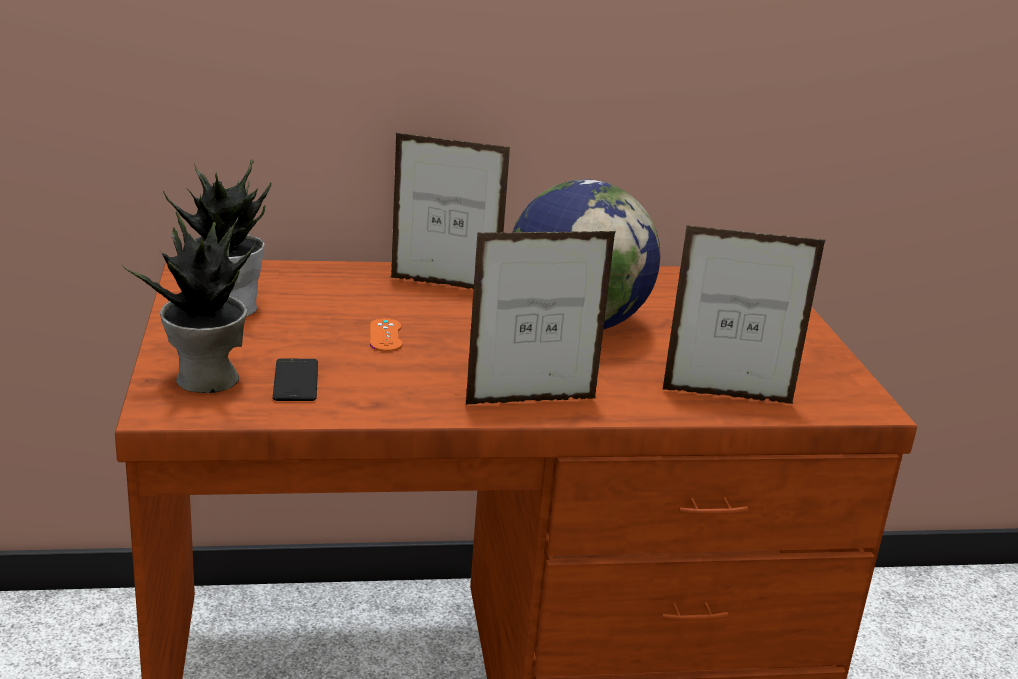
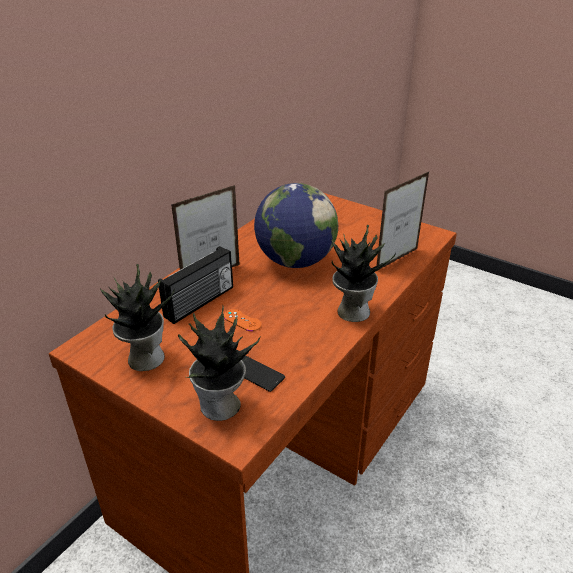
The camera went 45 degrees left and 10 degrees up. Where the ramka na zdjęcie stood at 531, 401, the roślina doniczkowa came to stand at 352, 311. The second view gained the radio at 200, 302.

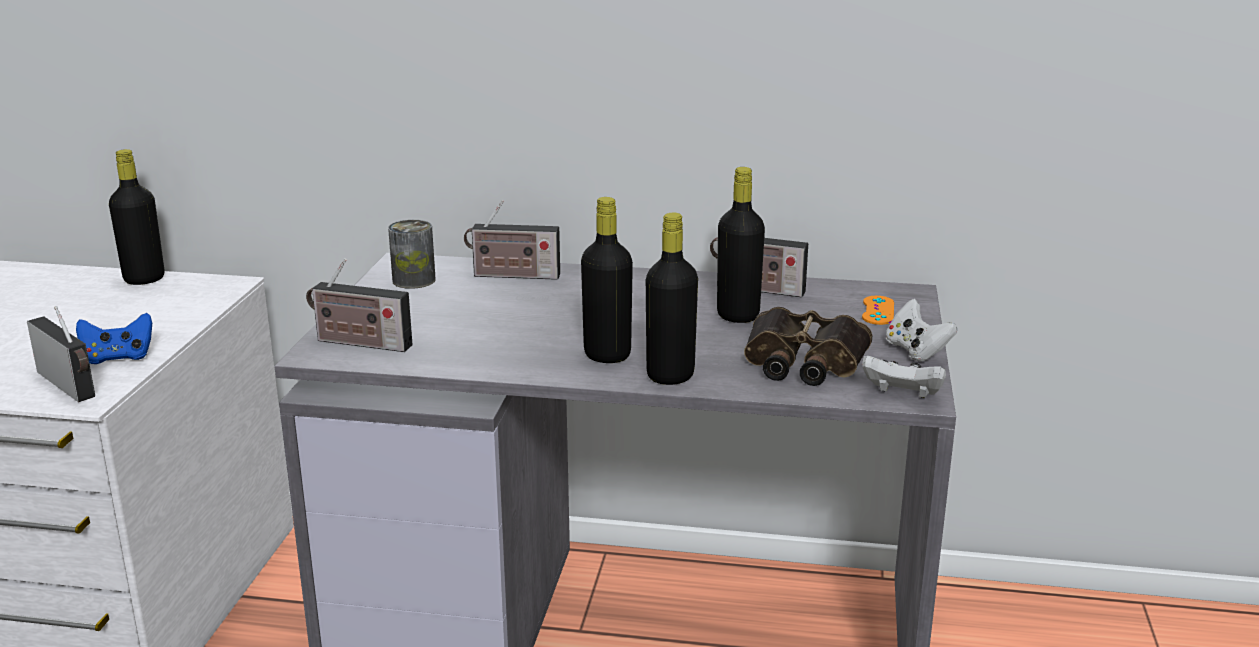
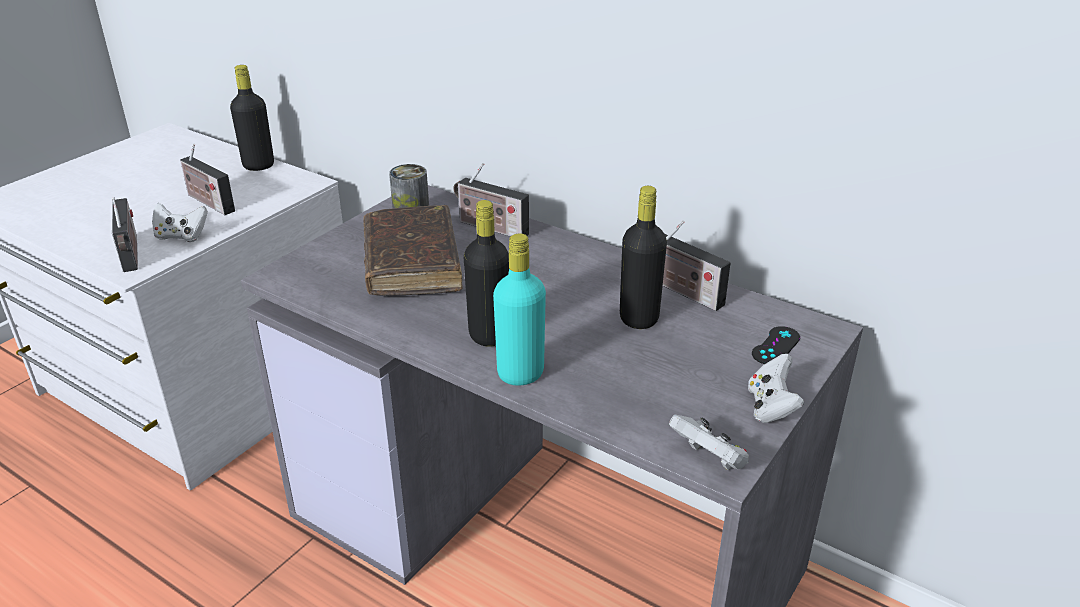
The camera went 25 degrees right and 10 degrees up. What was the butelka/czarny at 670, 375 turned into the butelka/turkusowy at 520, 374. The radio ended up elsewhere, having gone from 359, 343 to 208, 202. What was the pad do gier/pomarańczowy at 878, 311 turned into the pad do gier/czarny at 775, 346. The second view lost the lornetka at 802, 362. What was the pad do gier/niebieski at 118, 357 turned into the pad do gier/biały at 181, 236. The second view gained the książka/brązowy at 412, 263.

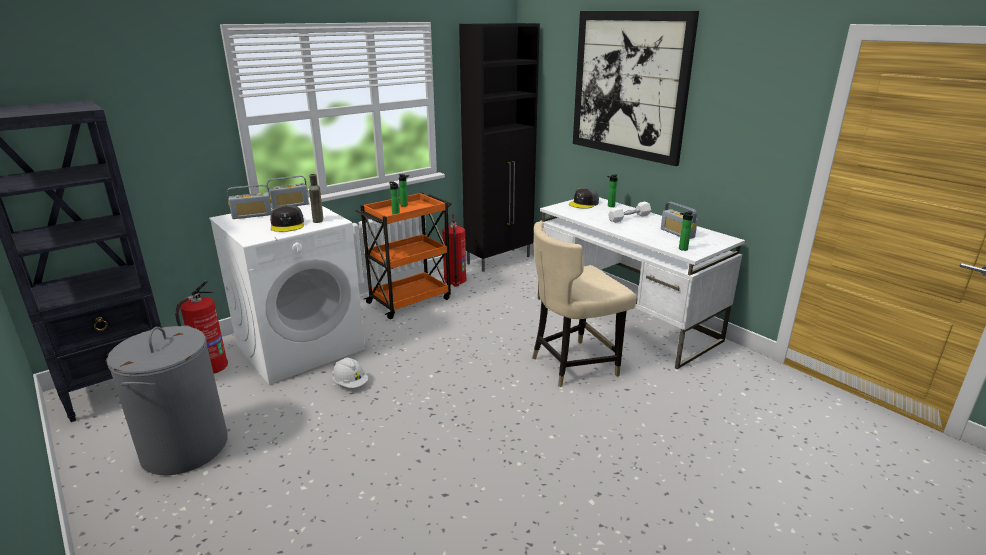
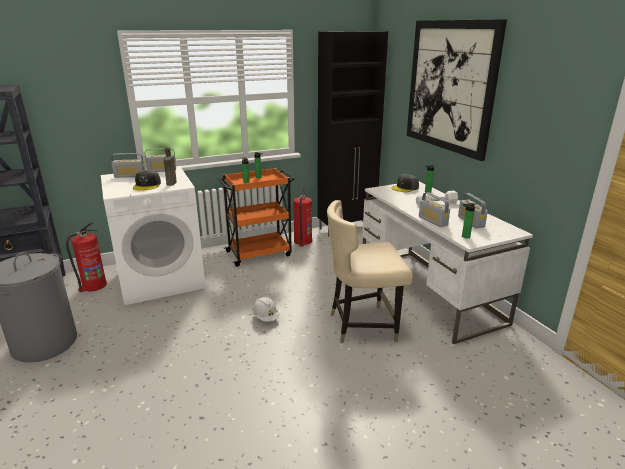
The camera went 15 degrees right and 0 degrees up. The kask/biały ended up elsewhere, having gone from 350, 383 to 266, 317. The second view gained the radio at 433, 221.

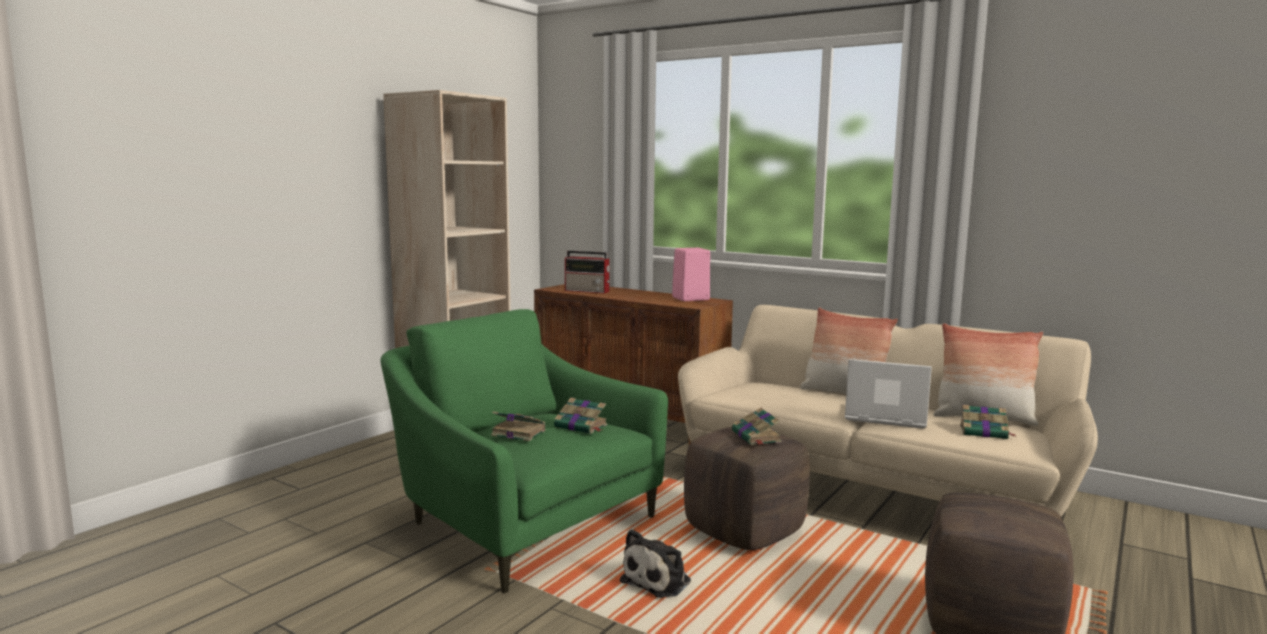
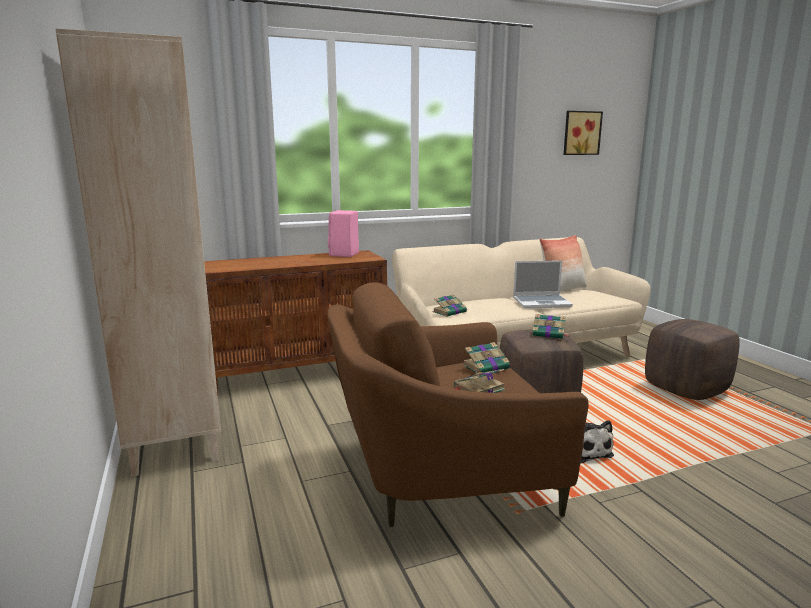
The camera went 55 degrees left and 5 degrees up. The second view lost the radio at 588, 291. The second view lost the poduszka at 843, 394. What was the fotel/zielony at 521, 522 turned into the fotel/brązowy at 441, 473. The laptop at 884, 416 ended up facing another way, 150 degrees counterclockwise from before. The książka ended up elsewhere, having gone from 985, 432 to 450, 312. The second view gained the obraz at 581, 133.

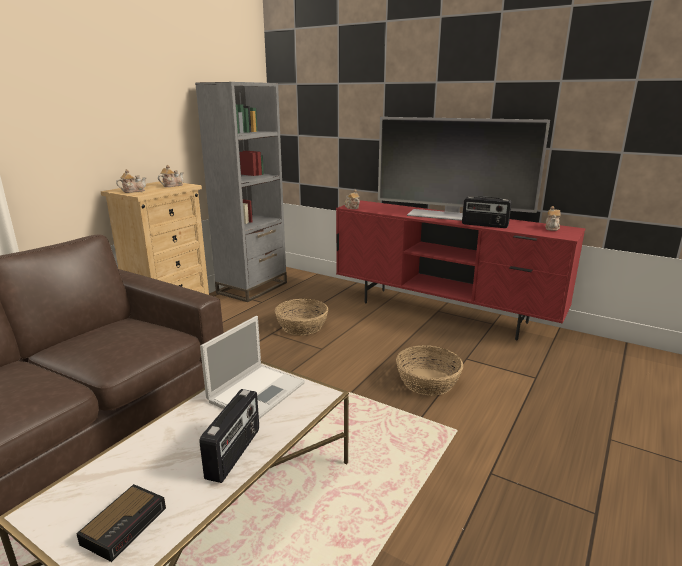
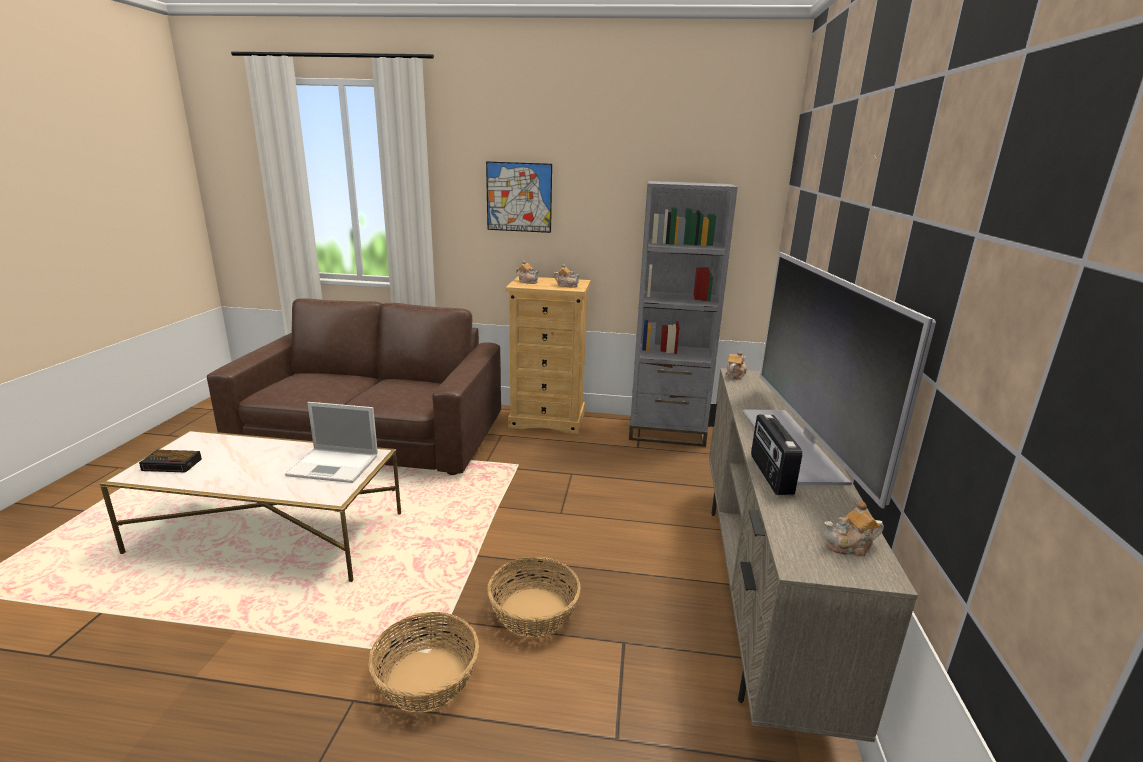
The camera went 65 degrees right and 0 degrees up. What was the szafka pod telewizor/czerwony at 443, 313 turned into the szafka pod telewizor/beżowy at 759, 595. The koszyk ended up elsewhere, having gone from 302, 326 to 427, 679. The second view lost the radio at 235, 453. The second view gained the obraz at 519, 197.

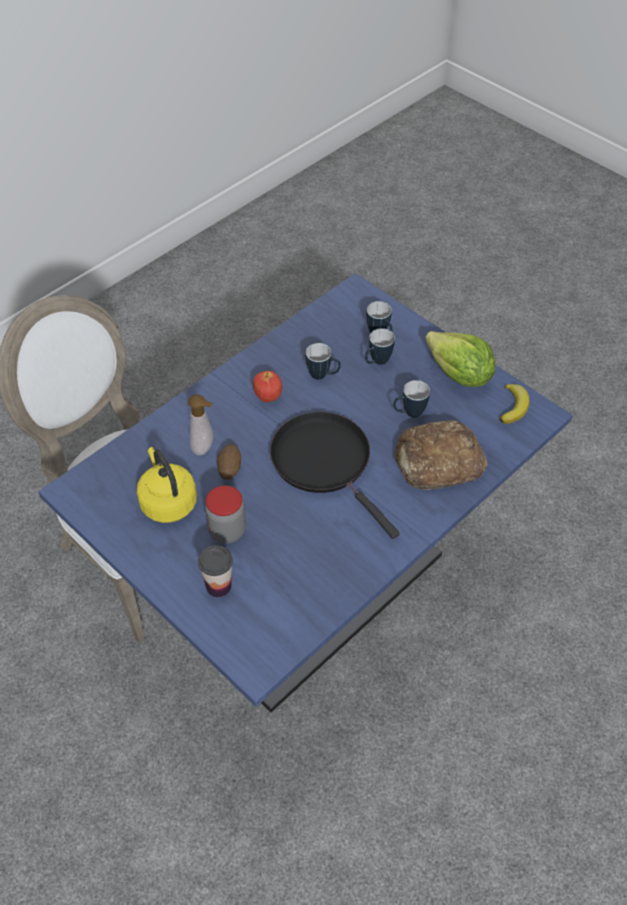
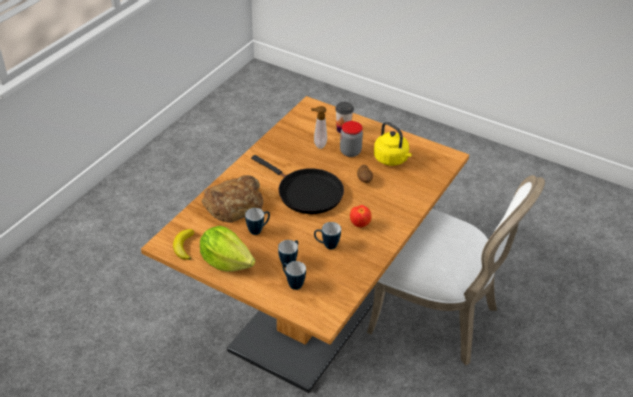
The camera went 165 degrees right and 10 degrees down. What was the stół jadalny/niebieski at 313, 589 turned into the stół jadalny/brązowy at 313, 313. The dozownik mydła ended up elsewhere, having gone from 205, 448 to 318, 145.

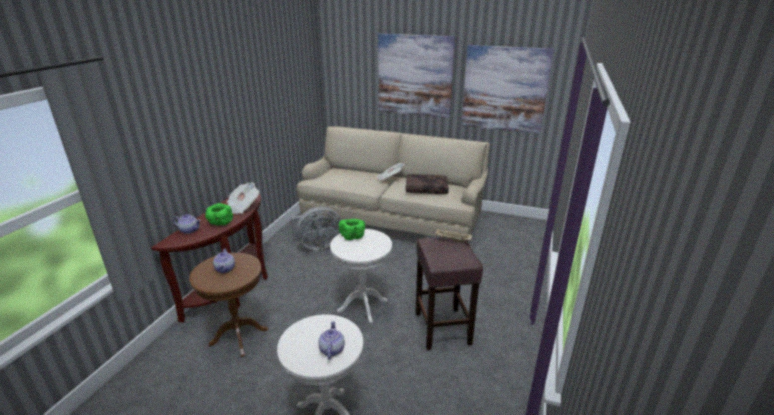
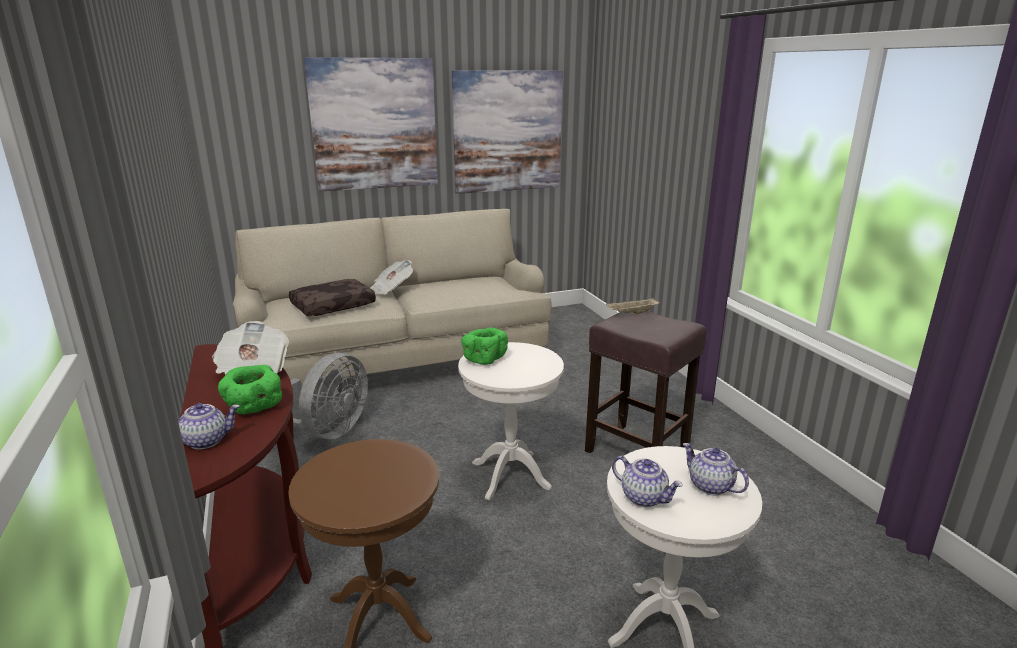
The camera went 40 degrees left and 5 degrees down. The poduszka/brązowy ended up elsewhere, having gone from 427, 189 to 333, 306. The imbryk ended up elsewhere, having gone from 225, 269 to 644, 497.

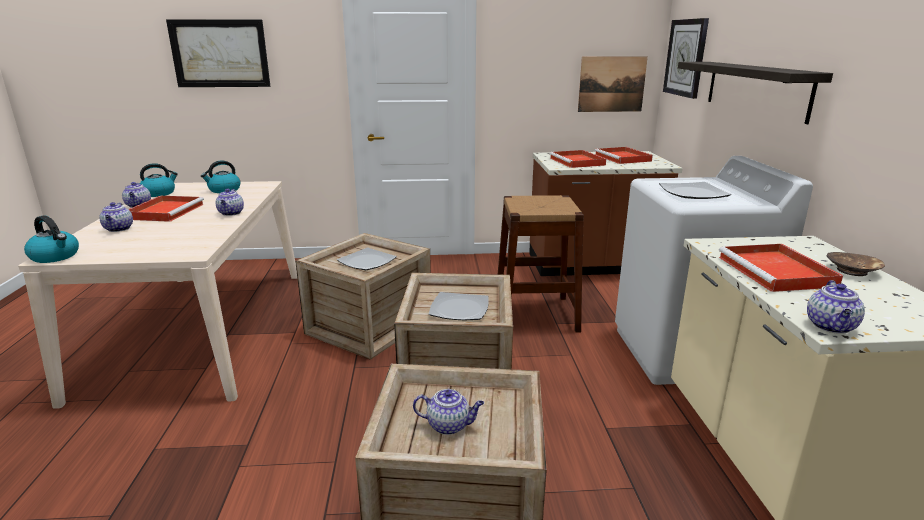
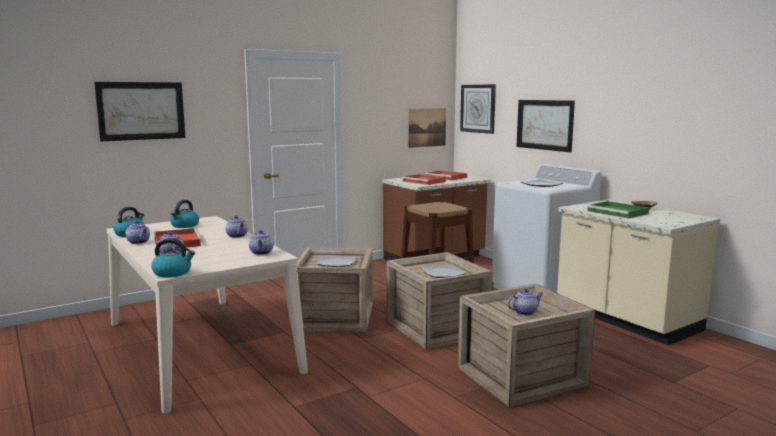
The camera went 30 degrees left and 10 degrees down. Where the półka hung at 755, 89, the obraz came to hang at 545, 125. What was the taca/czerwony at 777, 272 turned into the taca/zielony at 618, 212. The imbryk ended up elsewhere, having gone from 831, 327 to 261, 253.

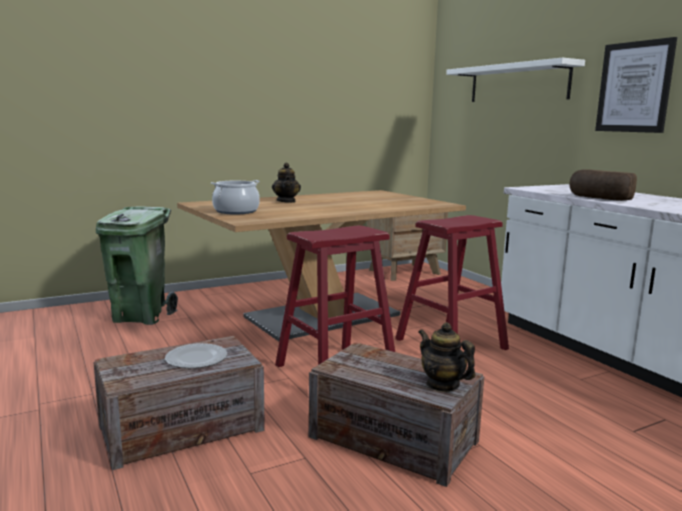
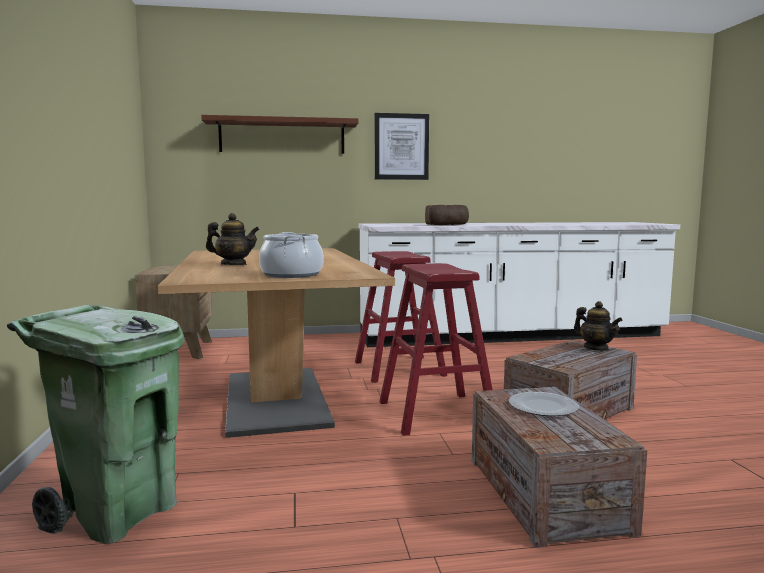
The camera went 70 degrees left and 5 degrees down. What was the półka/biały at 517, 83 turned into the półka/brązowy at 282, 136. The imbryk at 442, 385 ended up facing another way, 105 degrees counterclockwise from before.

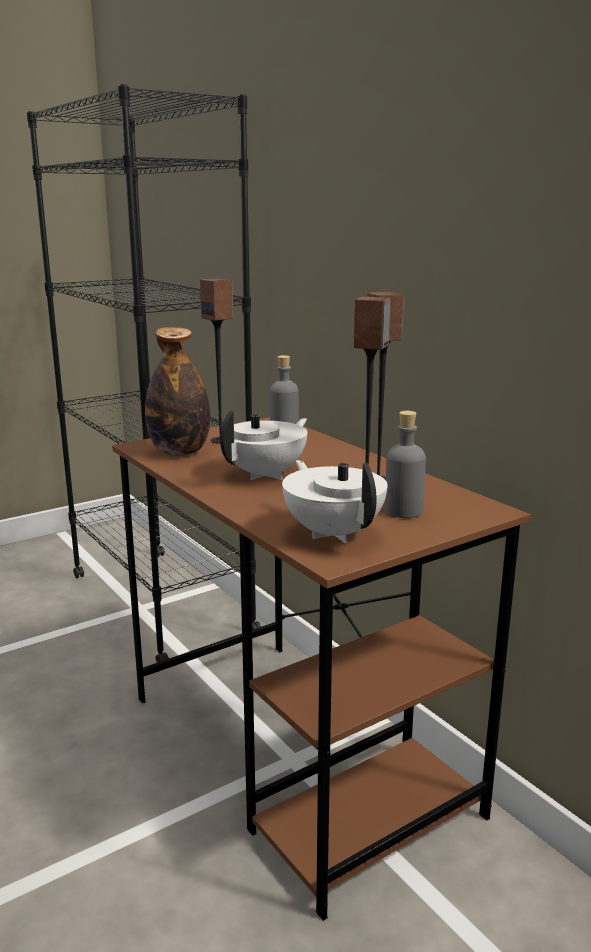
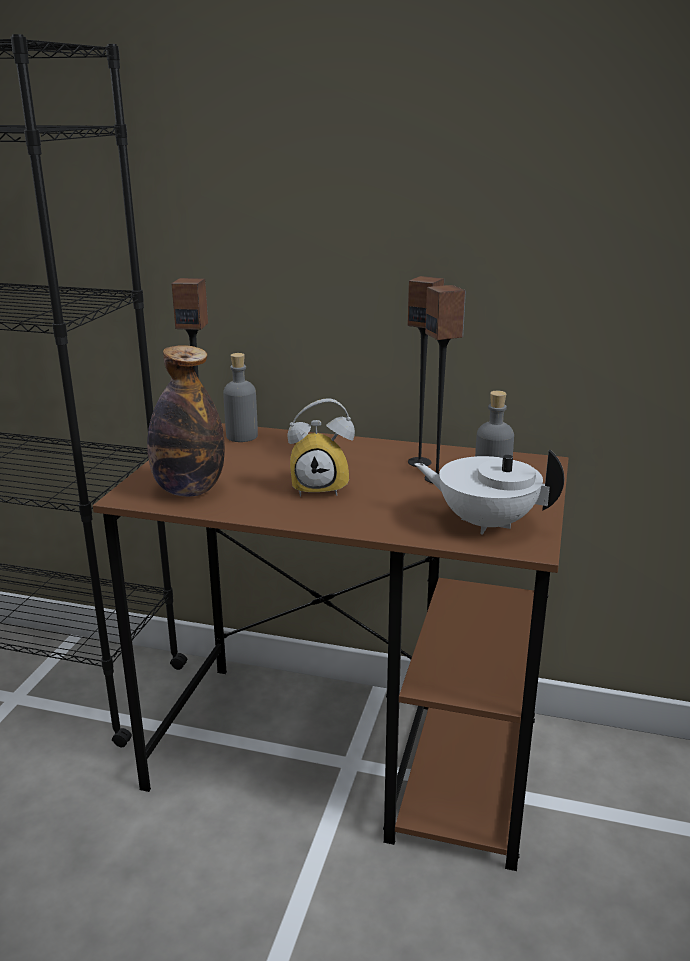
The camera went 40 degrees left and 5 degrees up. Where the imbryk/biały stood at 266, 474, the budzik came to stand at 322, 487.

